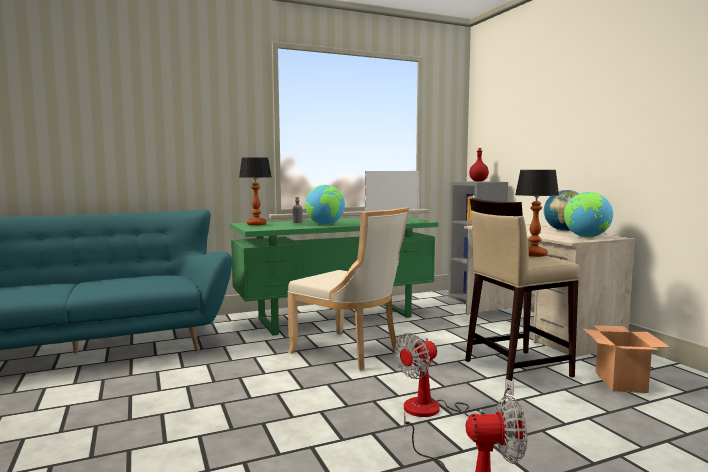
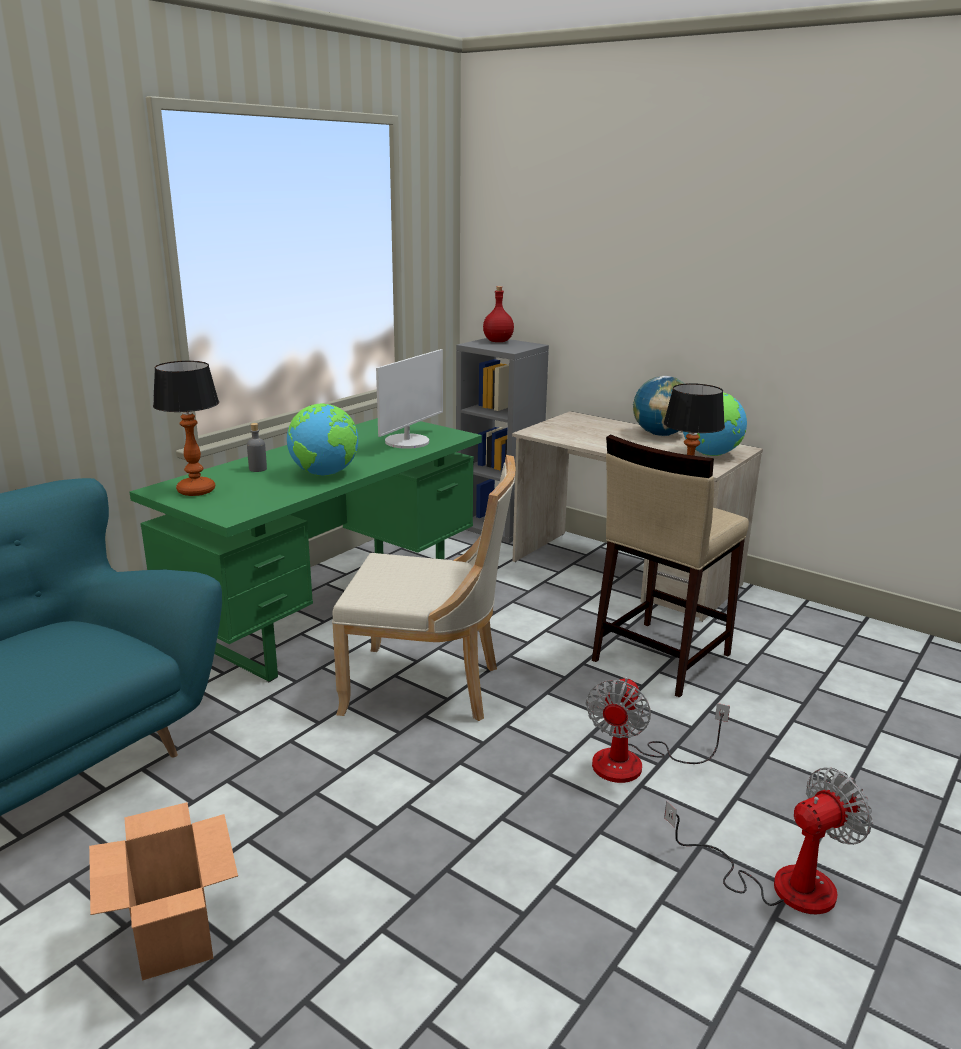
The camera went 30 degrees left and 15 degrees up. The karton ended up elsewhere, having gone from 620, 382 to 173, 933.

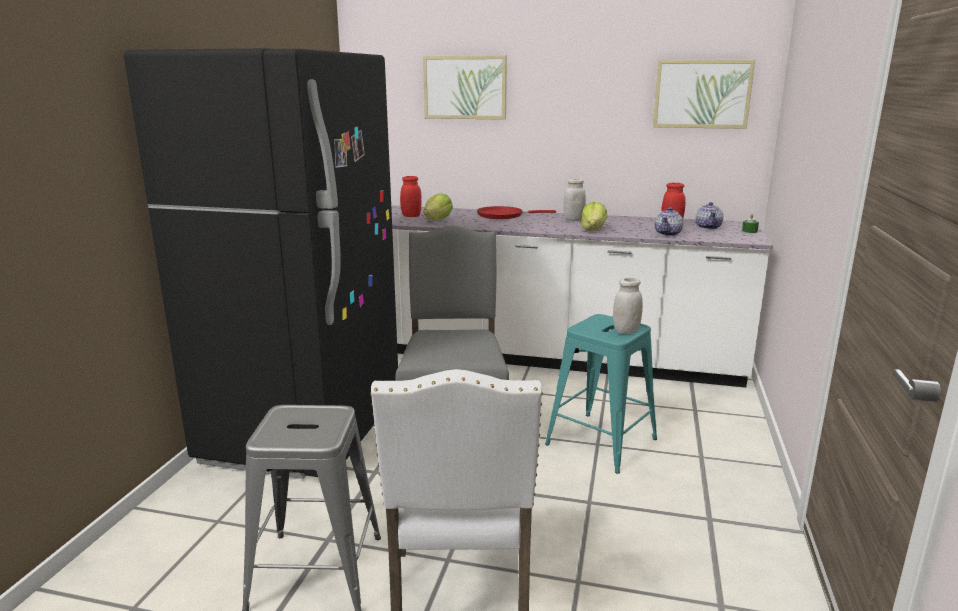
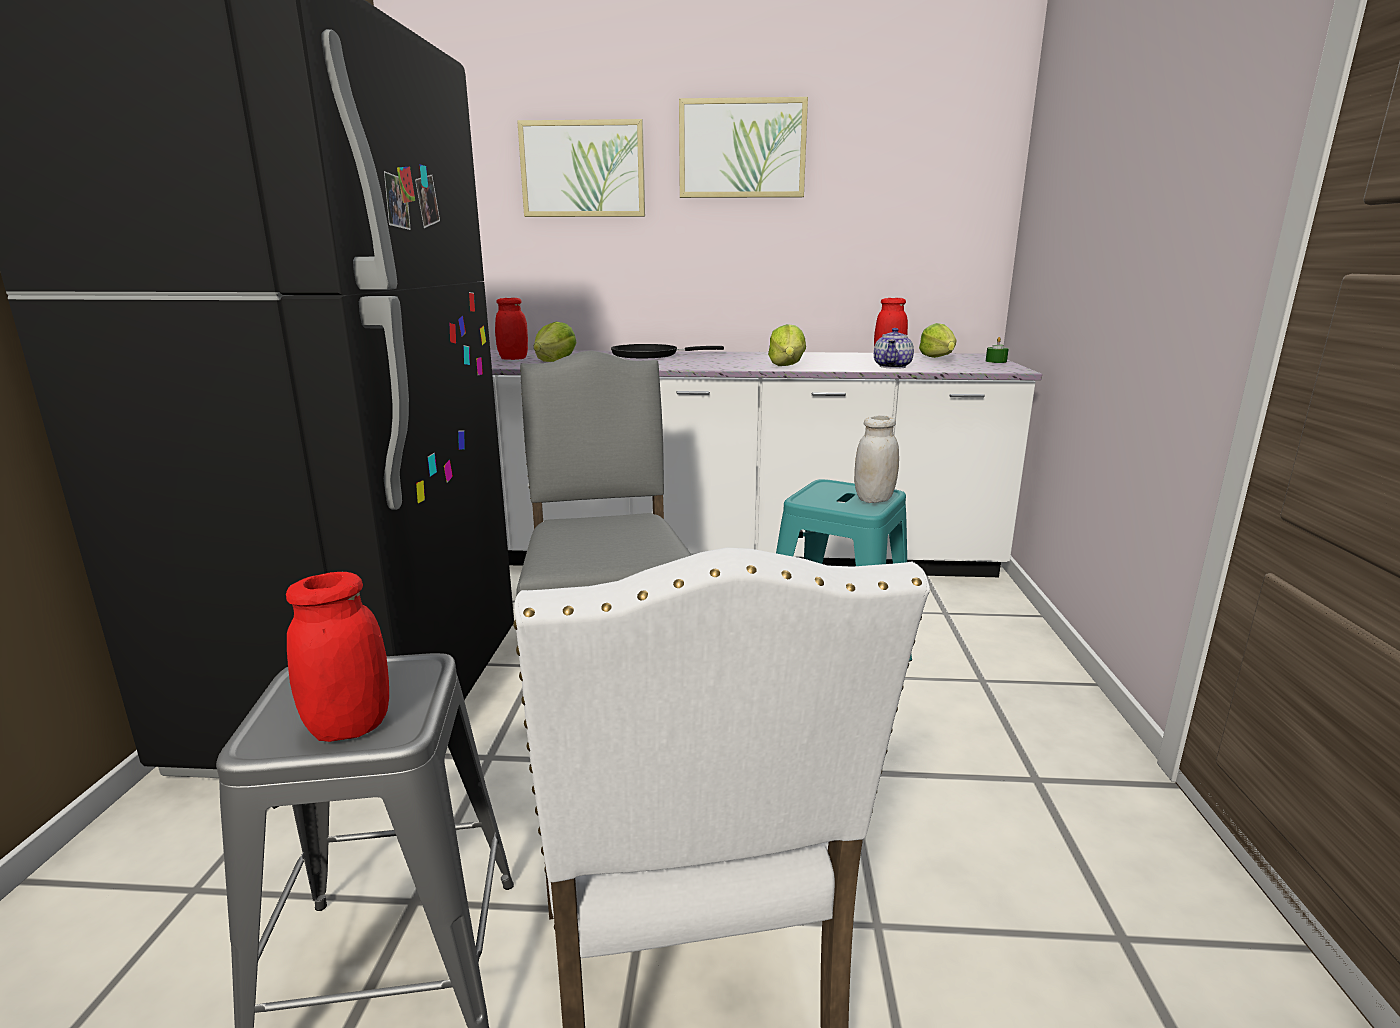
The camera went 10 degrees left and 0 degrees up. The obraz ended up elsewhere, having gone from 702, 94 to 742, 149. The second view lost the słoik/biały at 573, 219. Where the imbryk stood at 708, 227, the sałata came to stand at 939, 359. What was the patelnia/czerwony at 503, 216 turned into the patelnia/czarny at 650, 355. The second view gained the słoik/czerwony at 349, 727.

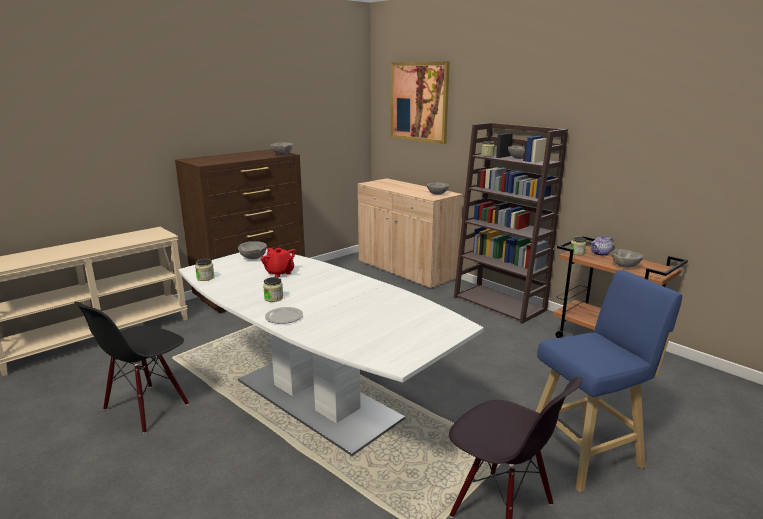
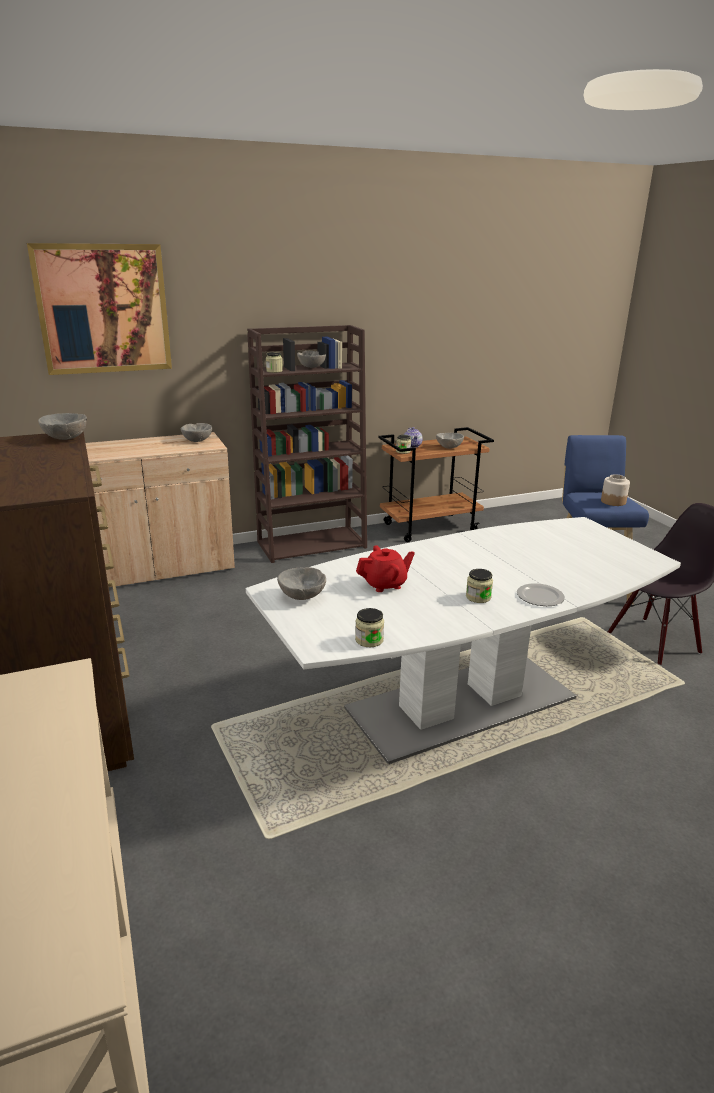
The camera went 70 degrees left and 5 degrees up. The second view lost the krzesło/czarny at 146, 408. The second view gained the słoik at 613, 501.

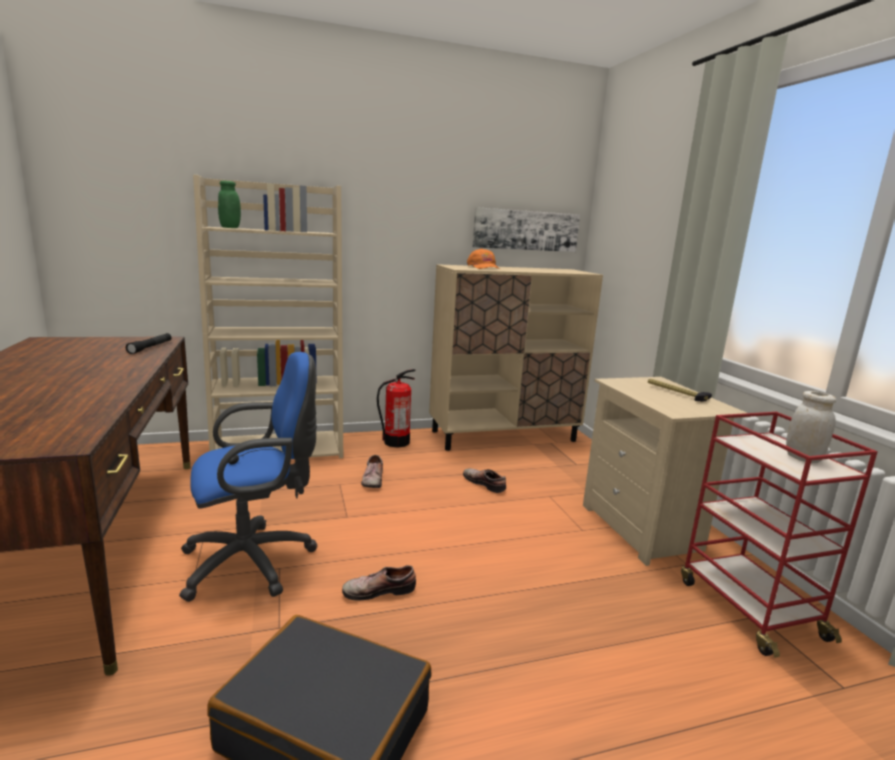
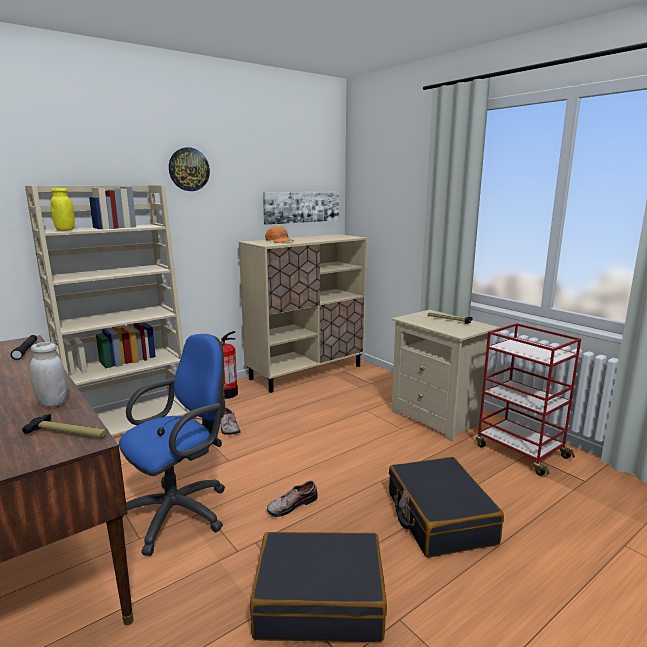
The camera went 20 degrees left and 0 degrees up. What was the słoik/zielony at 230, 228 turned into the słoik/żółty at 65, 230. The słoik/biały ended up elsewhere, having gone from 803, 458 to 52, 403. The second view lost the but at 485, 483. The second view gained the zegar ścienny at 189, 169. The second view gained the młotek at 69, 433. The second view gained the walizka/czarny at 439, 518.

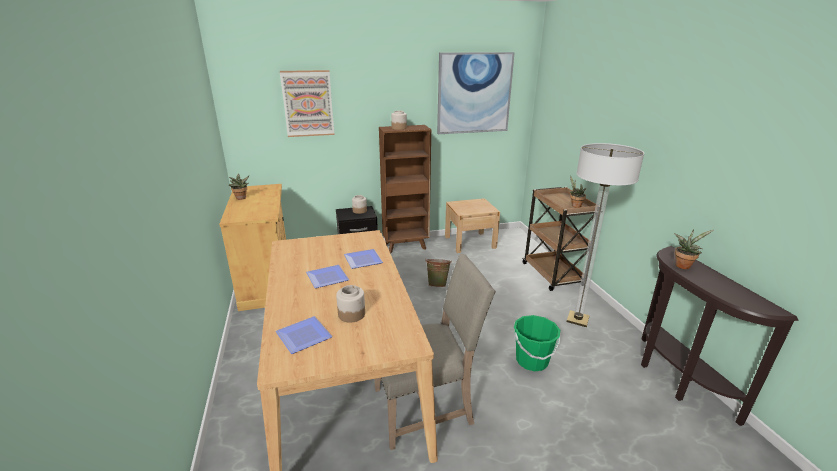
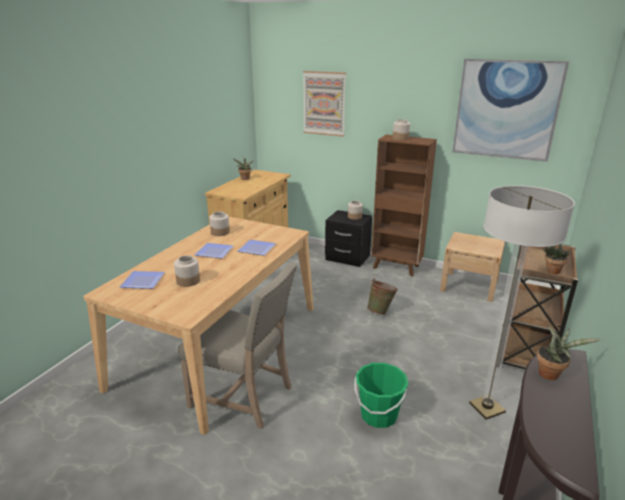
The camera went 40 degrees right and 0 degrees up. The second view gained the słoik at 220, 232.

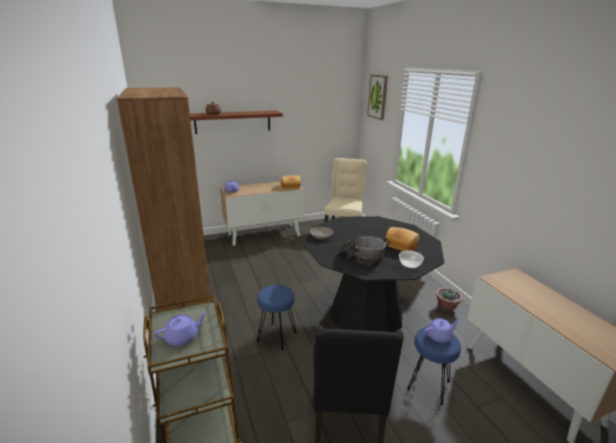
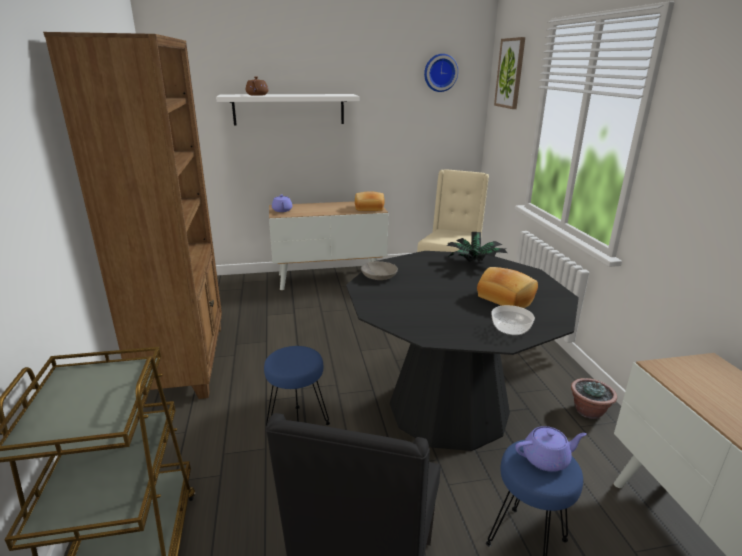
The camera went 10 degrees right and 0 degrees up. What was the półka/brązowy at 233, 122 turned into the półka/biały at 289, 109. The second view lost the garnek at 361, 256. The second view lost the imbryk/fioletowy at 183, 337. The second view gained the zegar ścienny at 440, 73. The second view gained the roślina doniczkowa at 475, 262.

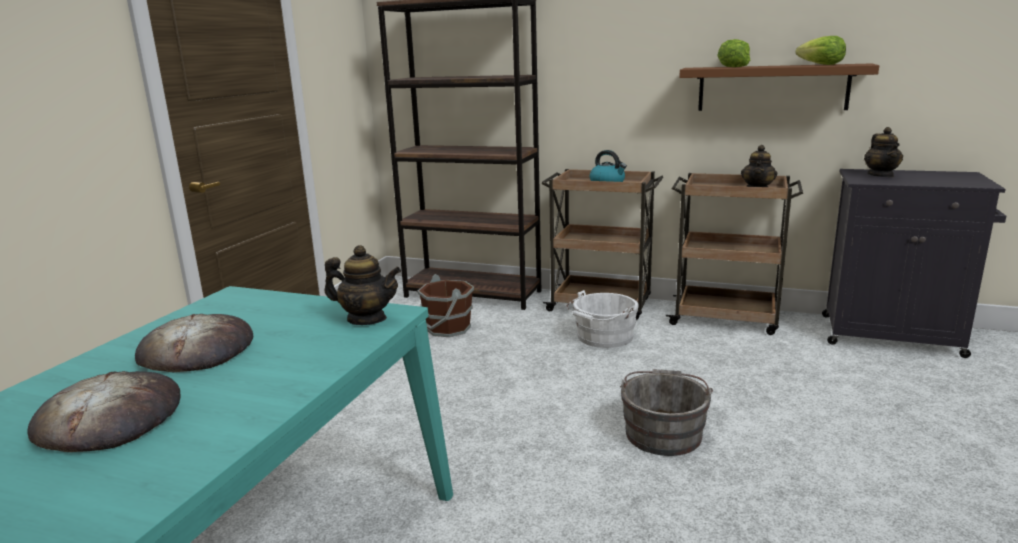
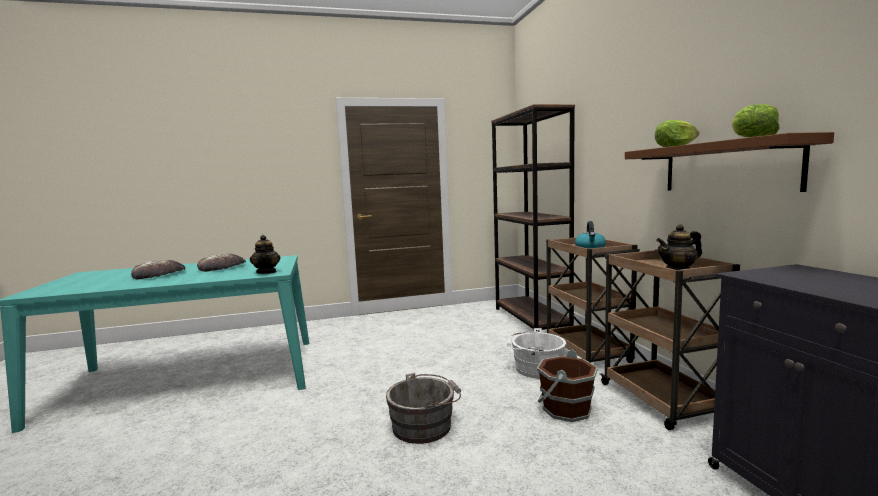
The camera went 55 degrees right and 10 degrees down. The second view lost the imbryk at 881, 175. The wiadro/brązowy ended up elsewhere, having gone from 447, 328 to 565, 409.

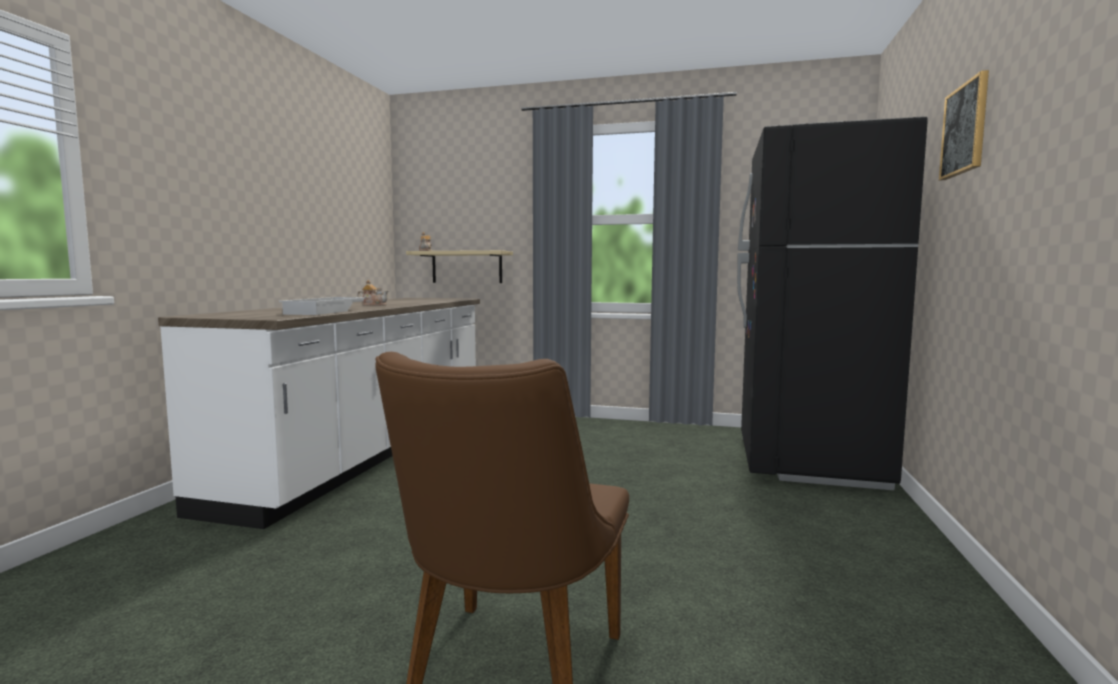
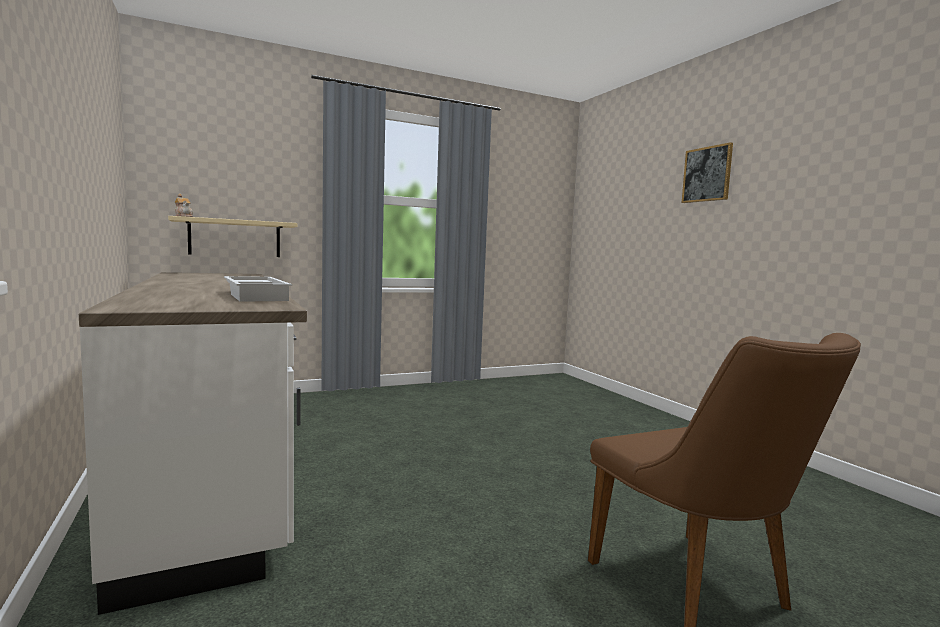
The camera went 40 degrees left and 0 degrees up. The second view lost the lodówka/czarny at 808, 461. The second view lost the imbryk at 374, 305.

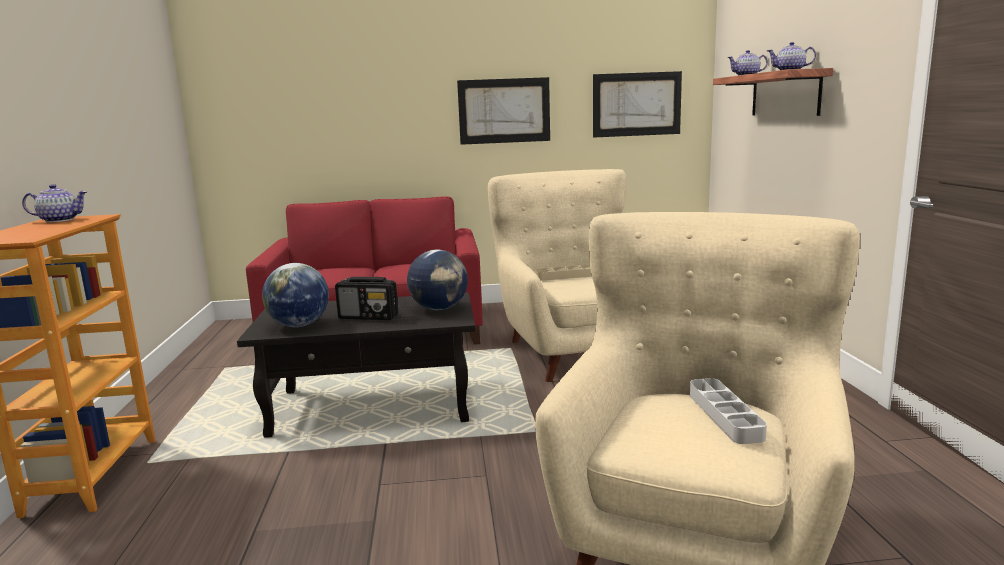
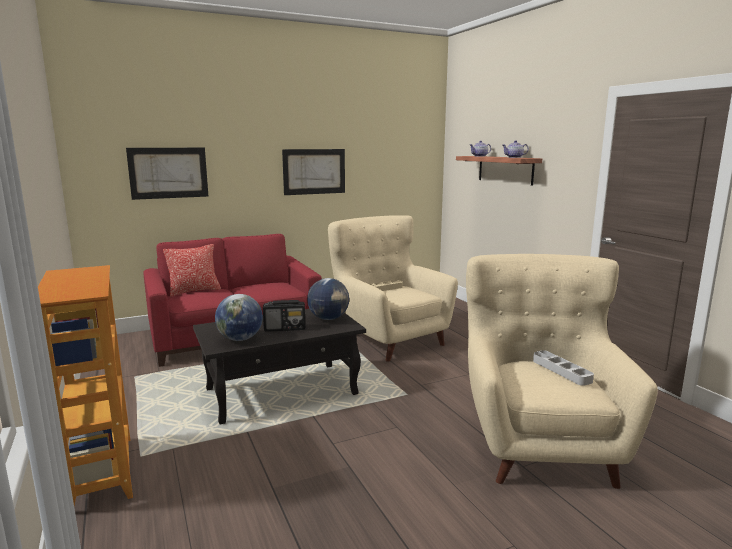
The camera went 20 degrees left and 0 degrees up. The obraz ended up elsewhere, having gone from 636, 104 to 168, 173. The second view lost the imbryk at 59, 220. The second view gained the poduszka at 194, 291.

